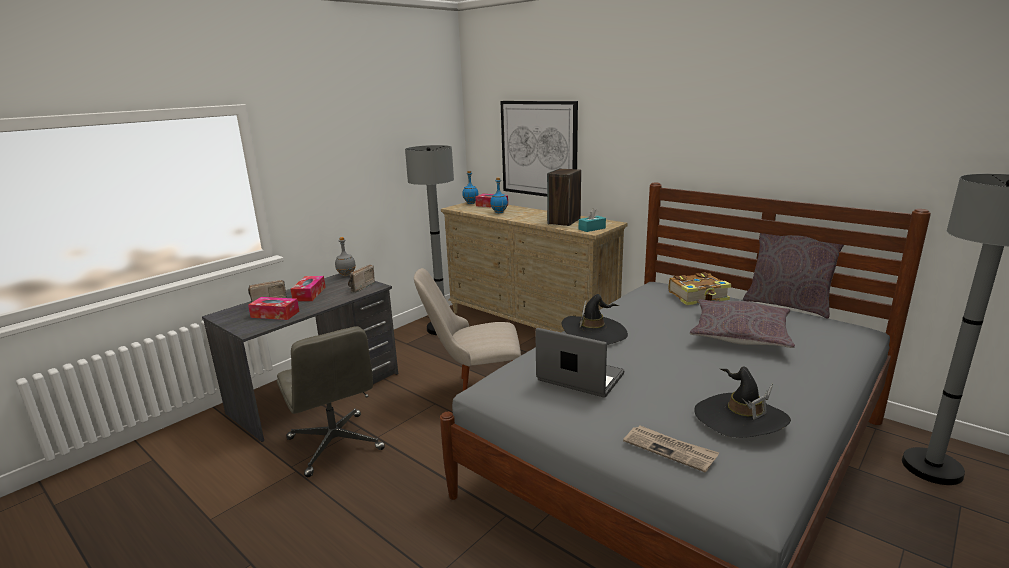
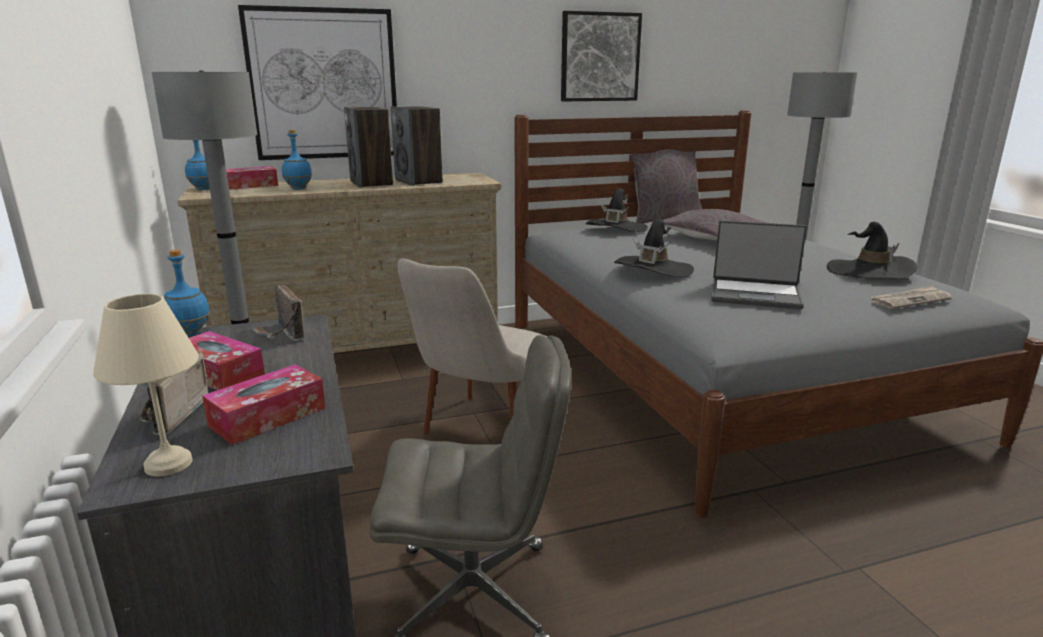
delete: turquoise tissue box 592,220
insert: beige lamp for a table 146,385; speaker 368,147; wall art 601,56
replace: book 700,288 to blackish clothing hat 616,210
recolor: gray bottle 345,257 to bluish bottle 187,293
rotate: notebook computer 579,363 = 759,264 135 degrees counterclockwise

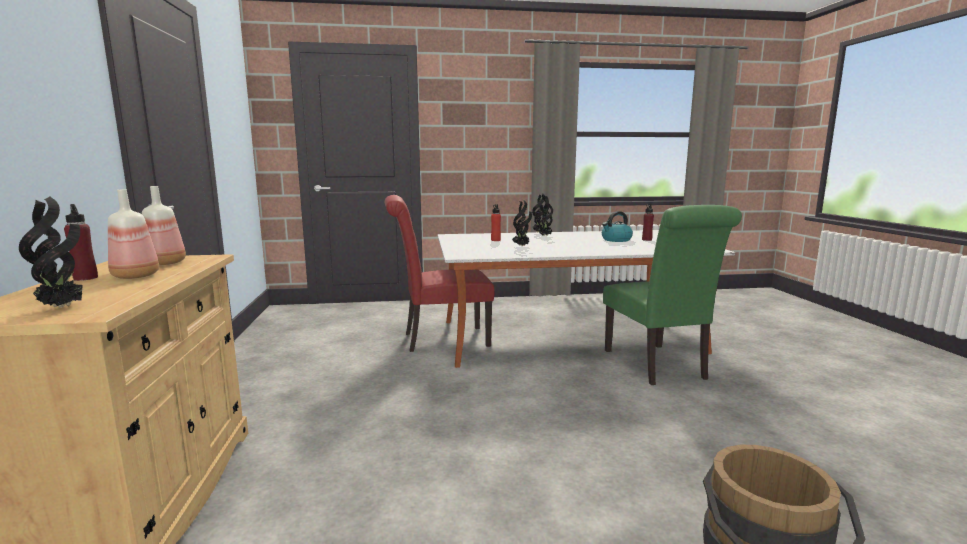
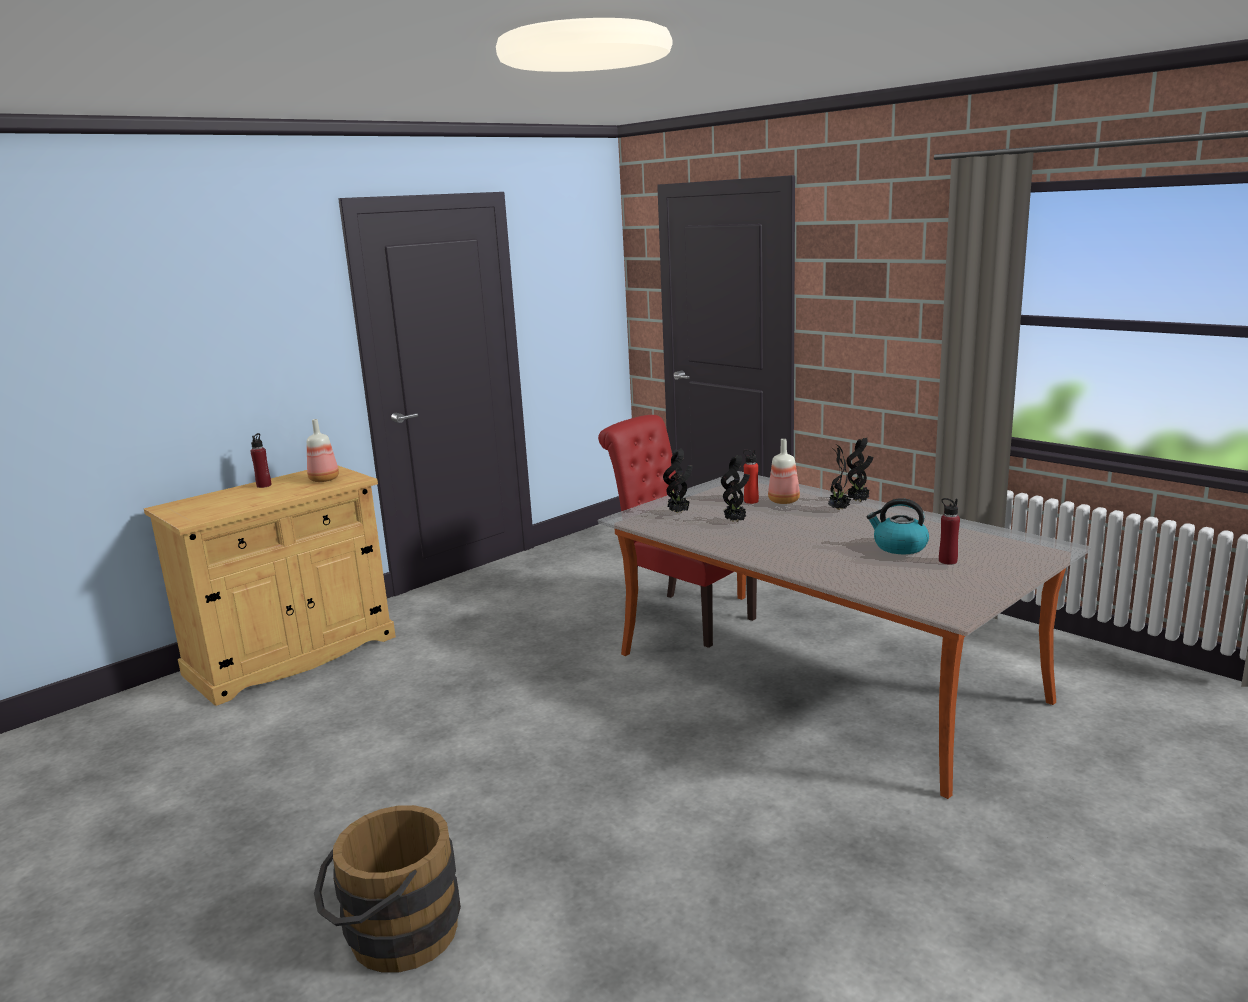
delete: green chair 672,295
move: plant in a pot 51,252 to 677,480; bottle 133,234 to 784,471

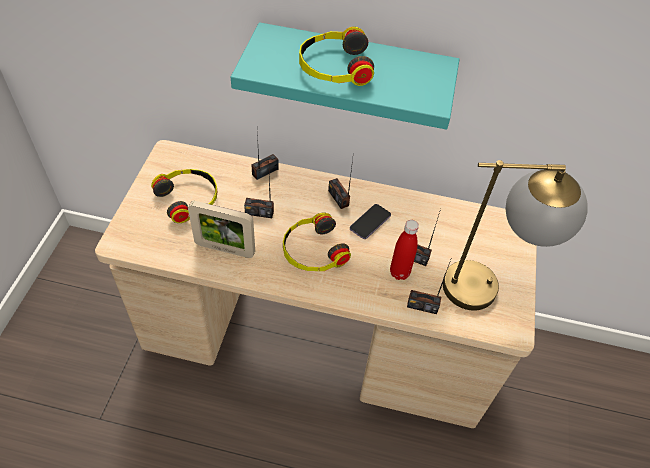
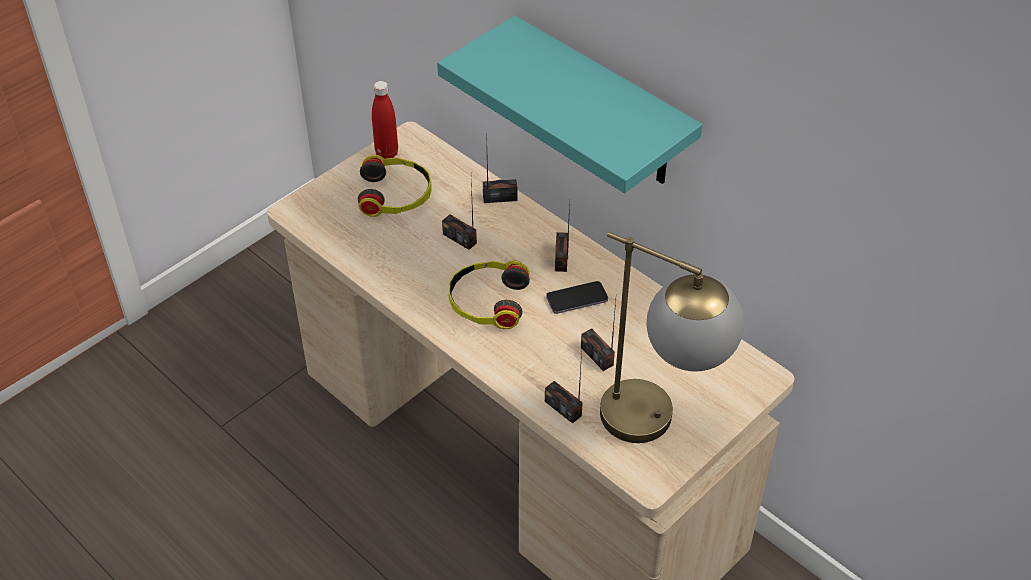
delete: picture frame 221,229; pair of headphones 336,56
move: red bottle 404,250 to 385,120

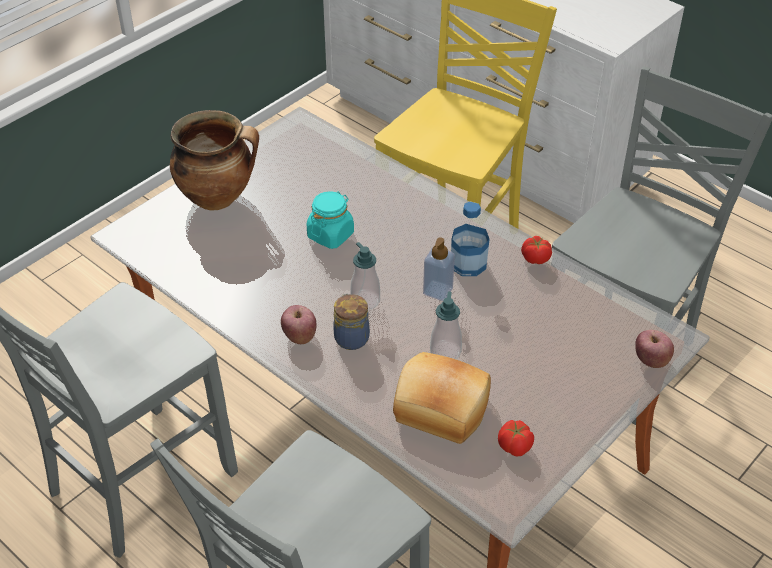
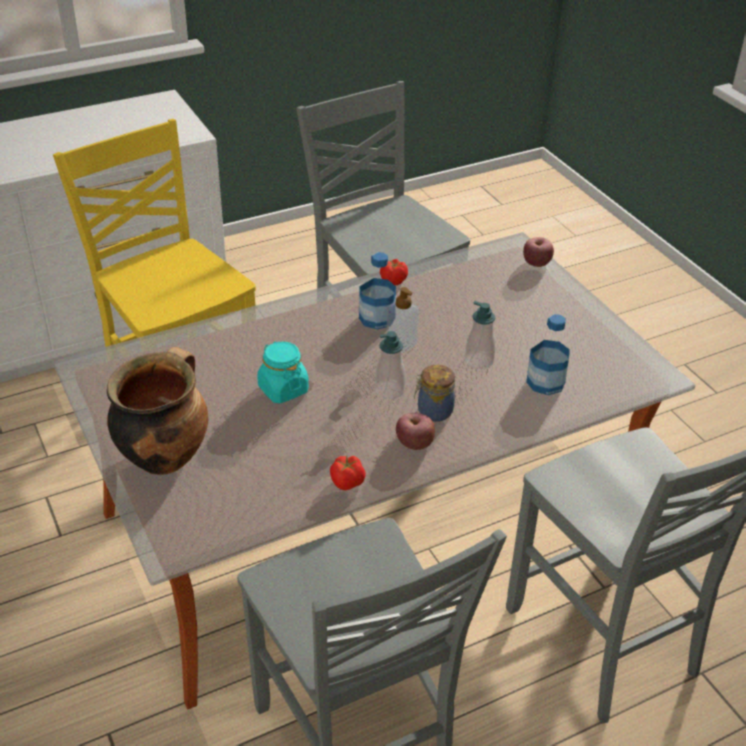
move: tomato 516,438 to 348,472
replace: bakery bread 442,398 to bottle 548,354

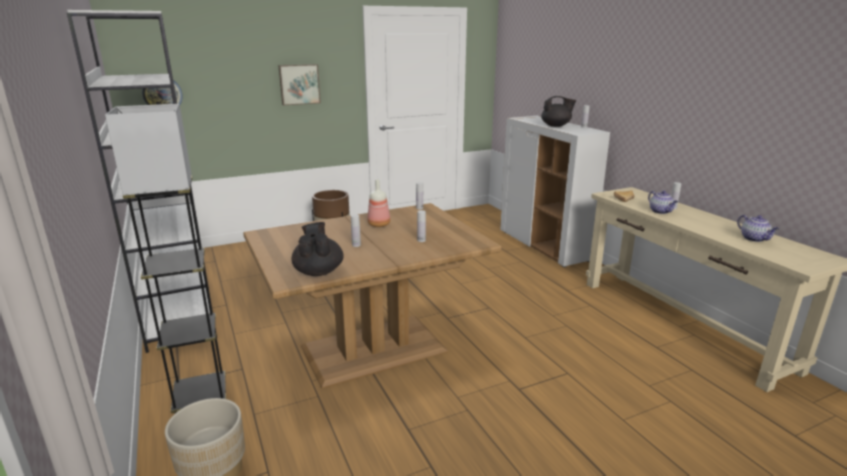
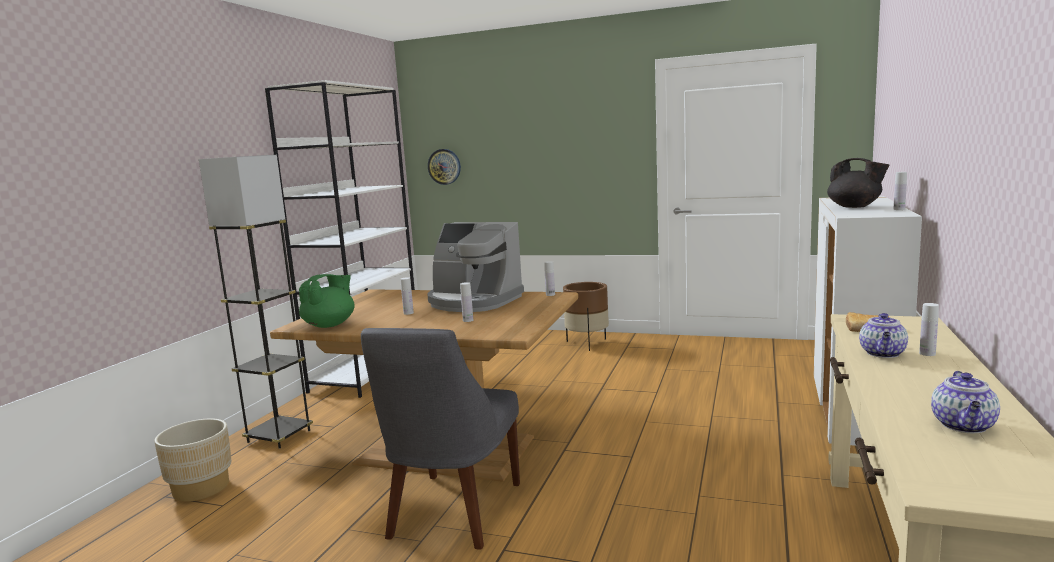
delete: wall art 299,84
insert: gray chair 440,439
replace: bottle 378,203 to coffee machine 475,267
recolor: blackish teapot 317,249 to green teapot 327,301

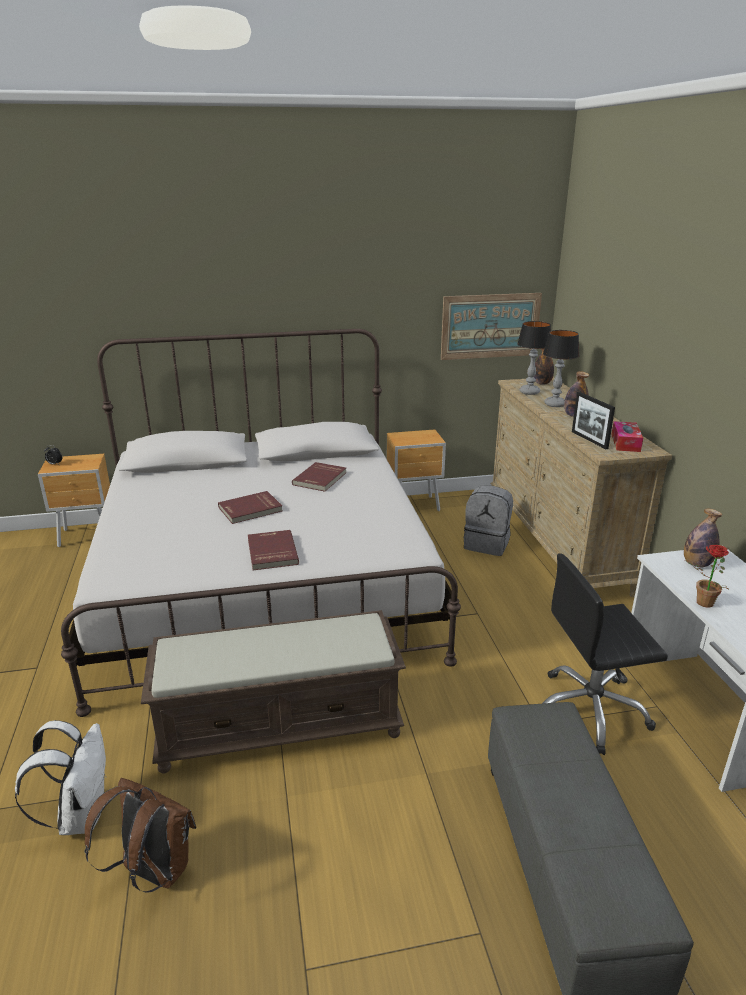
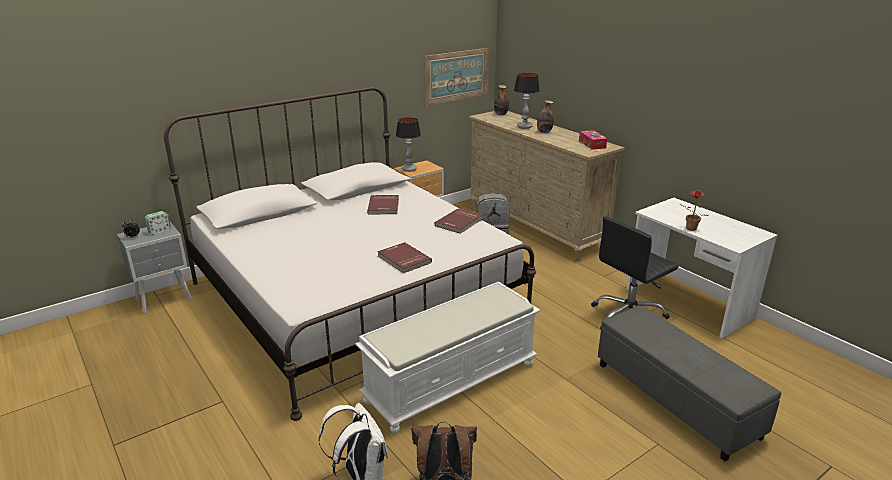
delete: picture frame 593,420; bottle 703,537
insert: bedside clock 158,223
move: lamp for a table 534,358 to 408,144; red book 250,507 to 458,221
recolor: brown nightstand 74,500 to gray nightstand 154,268; brown bench 273,692 to white bench 448,357

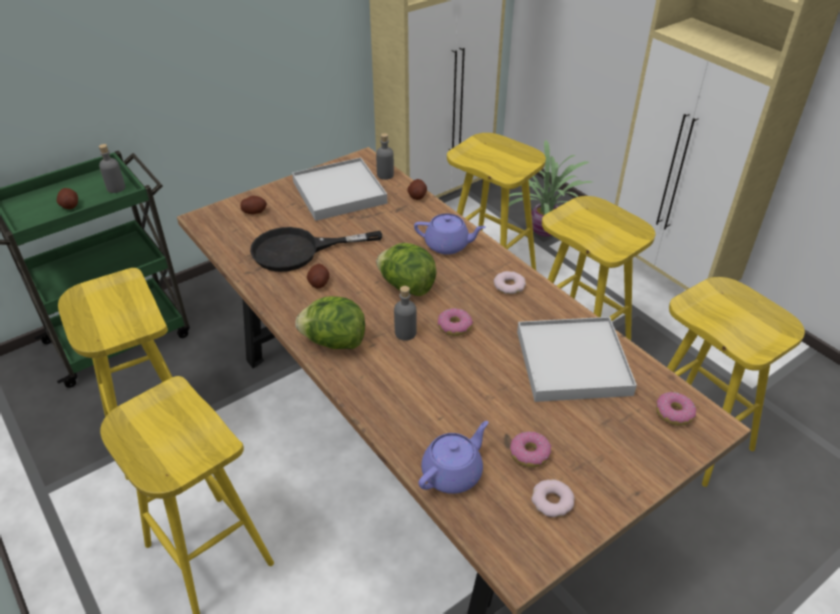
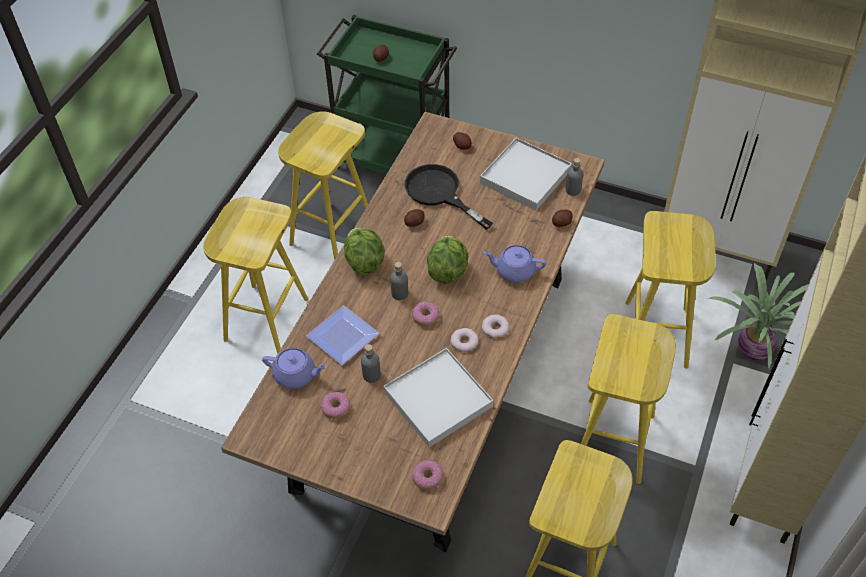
insert: plate 343,335
move: gray bottle 112,168 to 371,363; doughnut 553,498 to 464,340
rotate: purple-coloured teapot 450,234 = 514,264 120 degrees clockwise

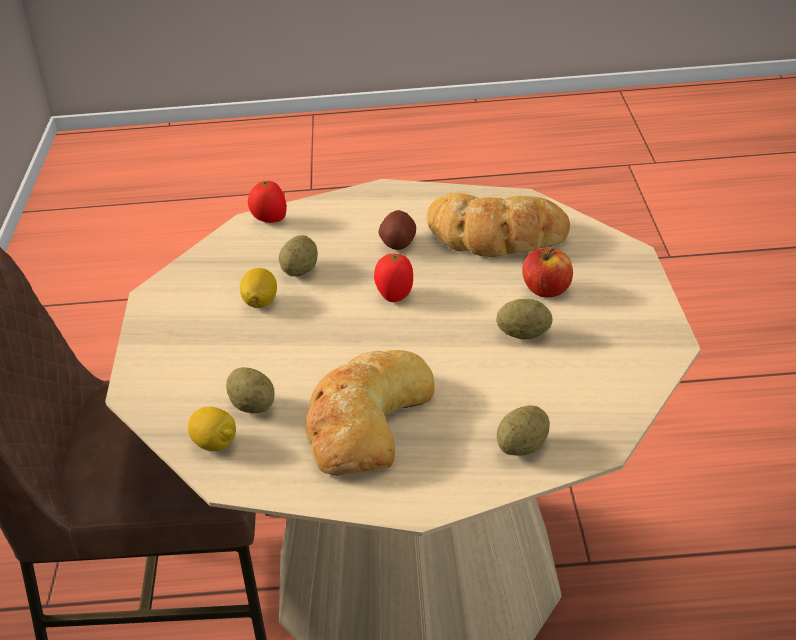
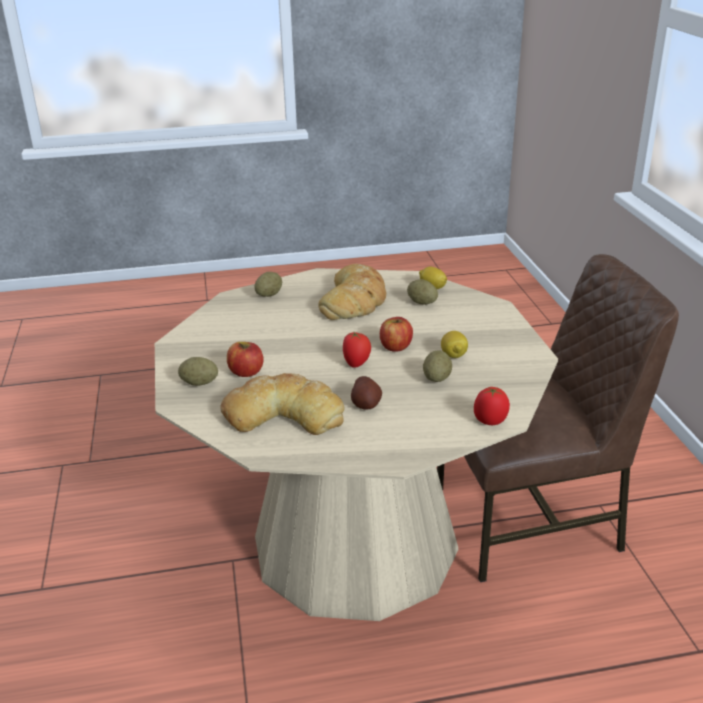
insert: apple 396,334
move: spud 524,319 to 198,371

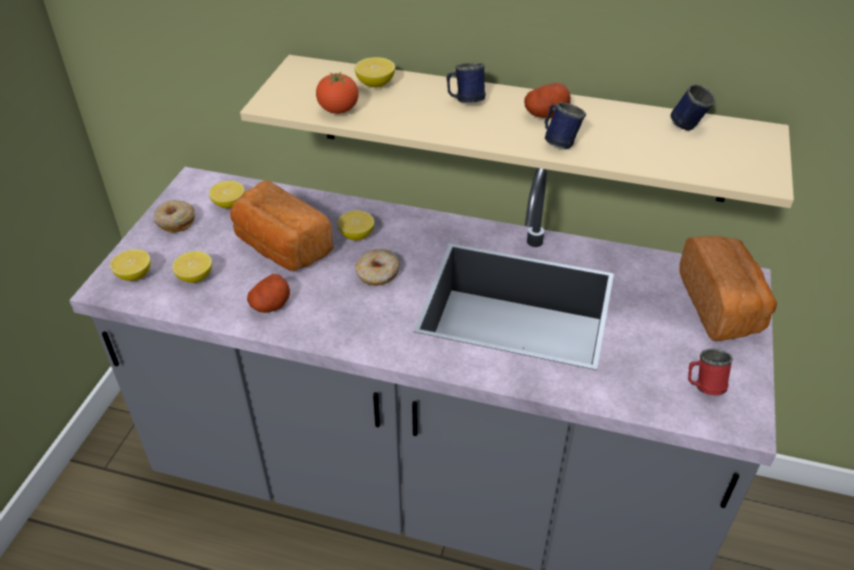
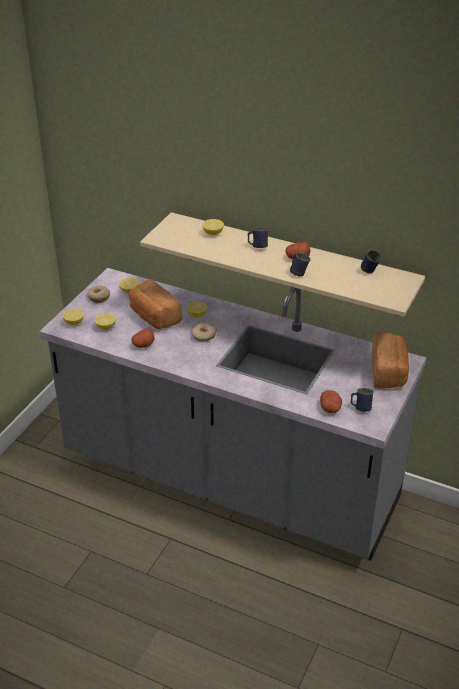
delete: tomato 337,93
insert: spud 331,401
recolor: red coffee mug 710,372 to bluish coffee mug 362,400

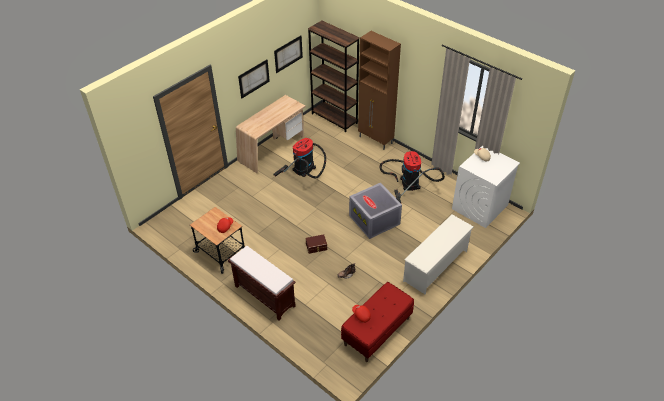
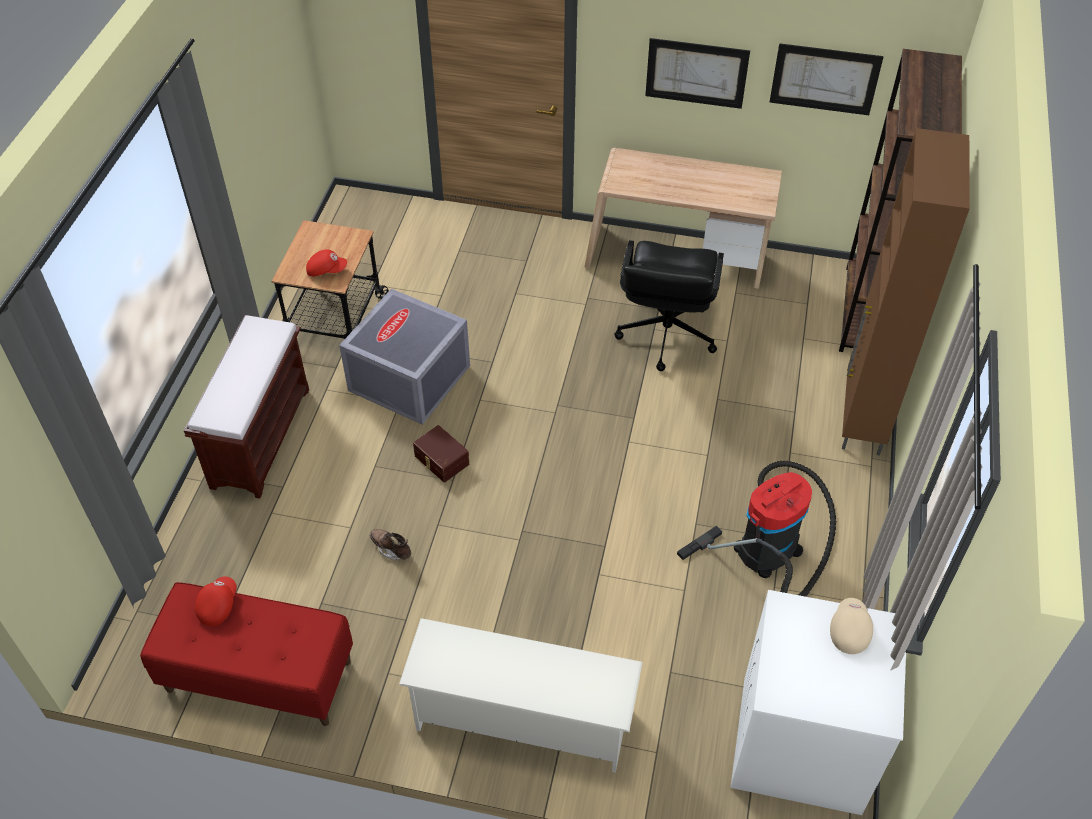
move: gray storage box 375,211 to 404,357
replace: vacuum cleaner 300,158 to blackish computer chair 669,305

